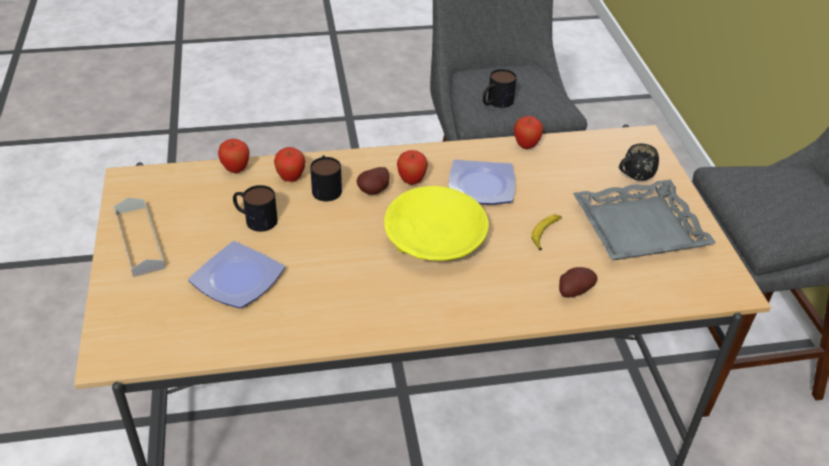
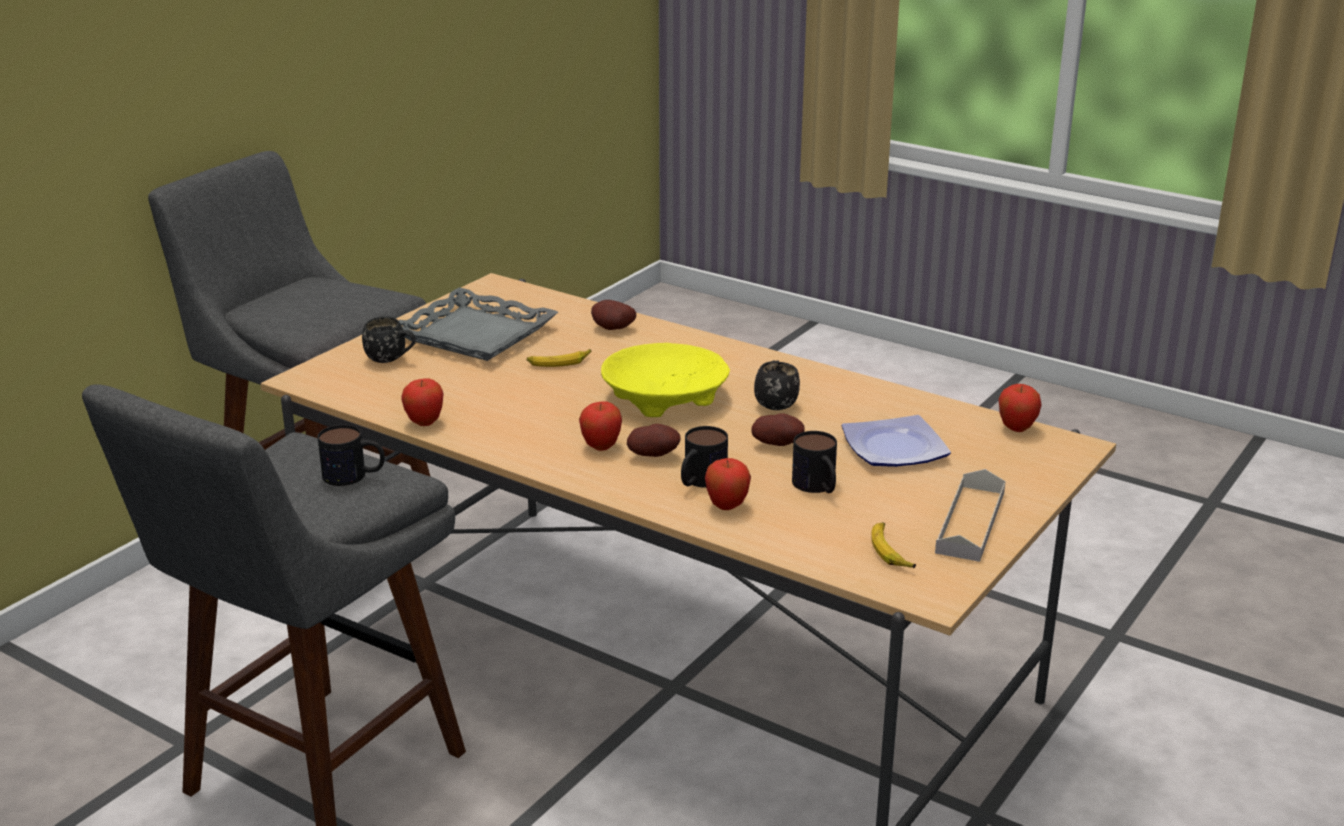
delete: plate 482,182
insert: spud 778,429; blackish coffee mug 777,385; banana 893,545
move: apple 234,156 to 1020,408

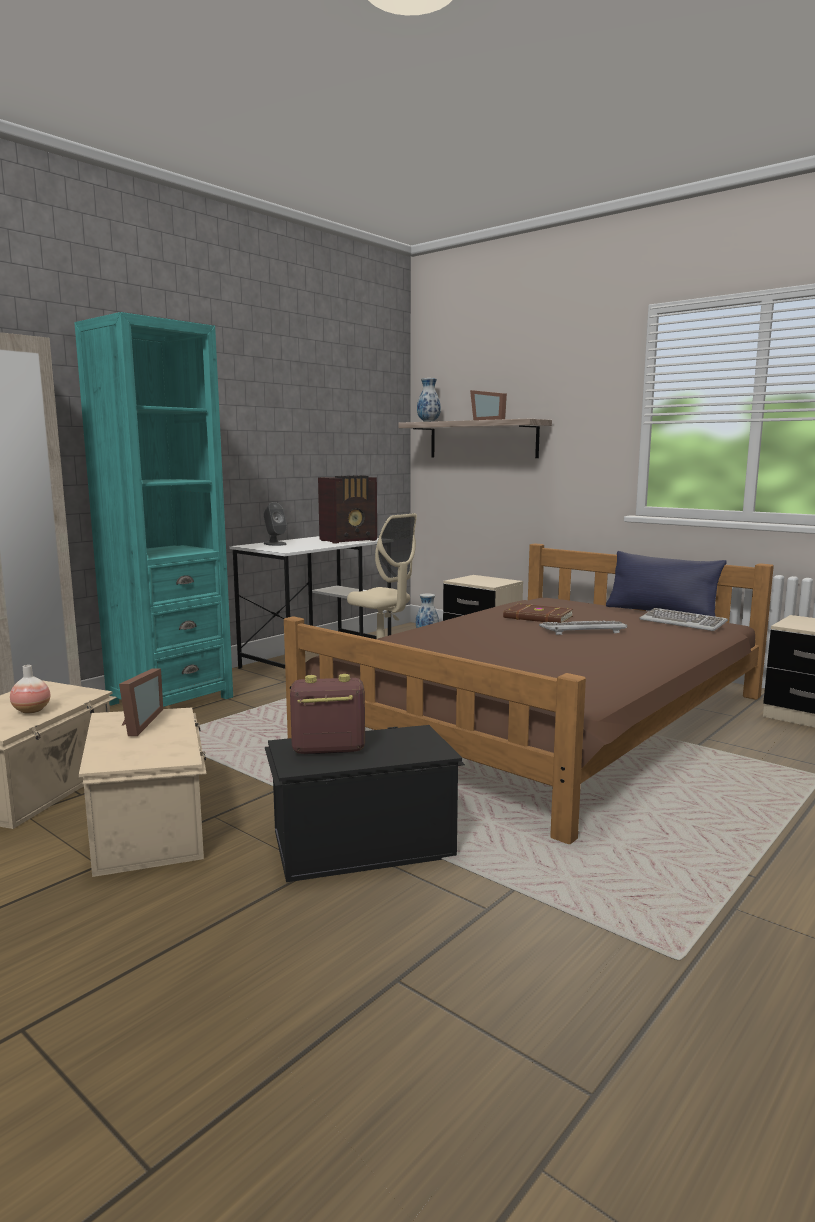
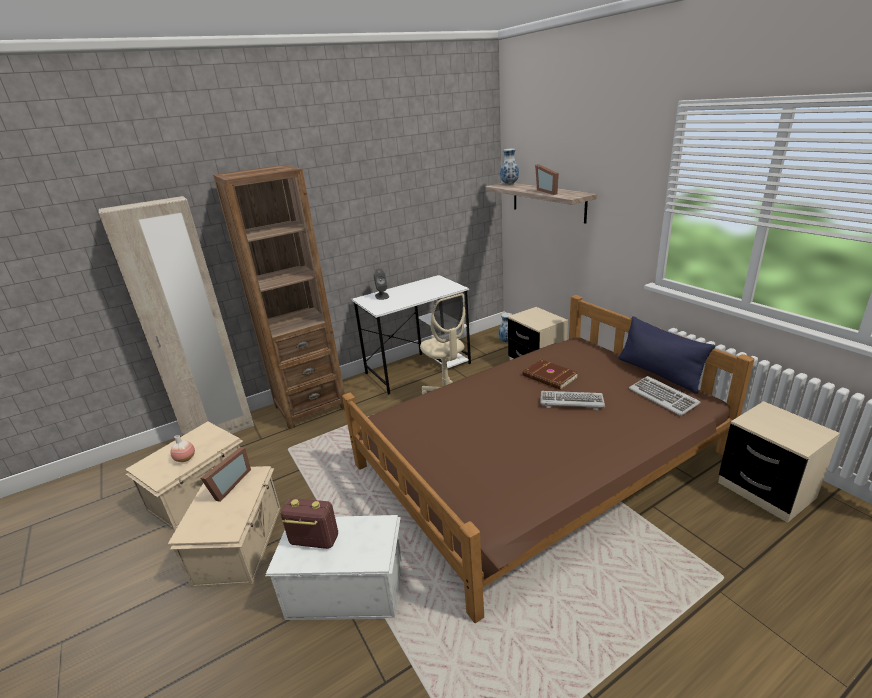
delete: radio receiver 347,509
recolor: turquoise bookshelf 153,509 to brown bookshelf 279,297; blackish storage box 365,803 to white storage box 334,567

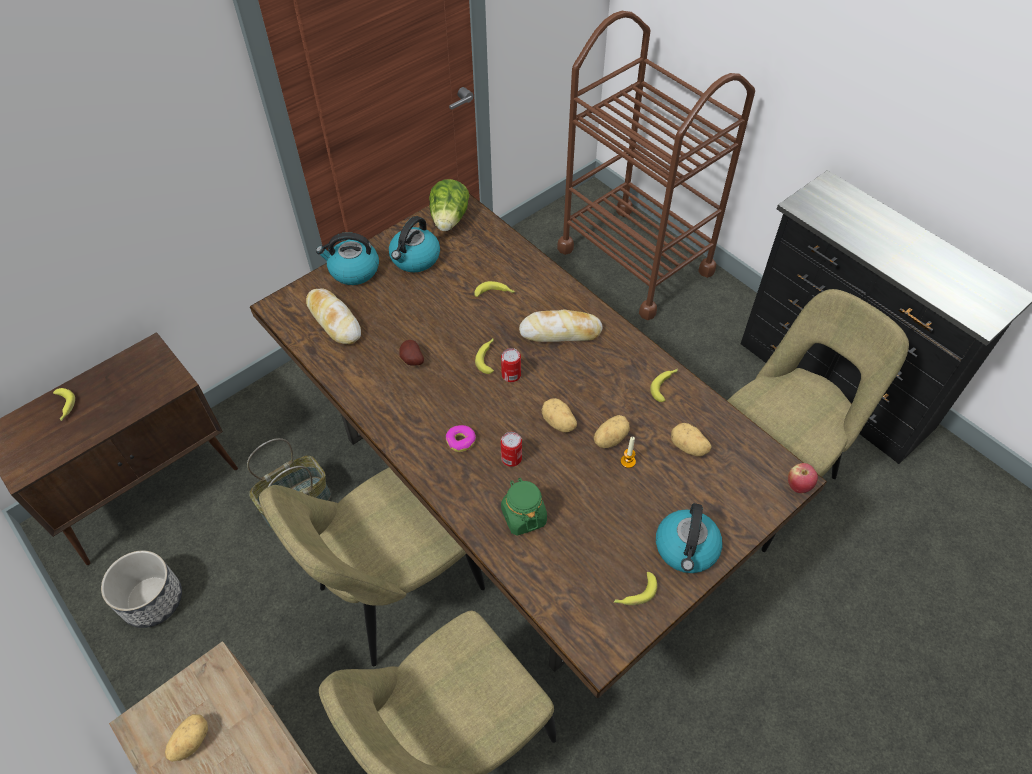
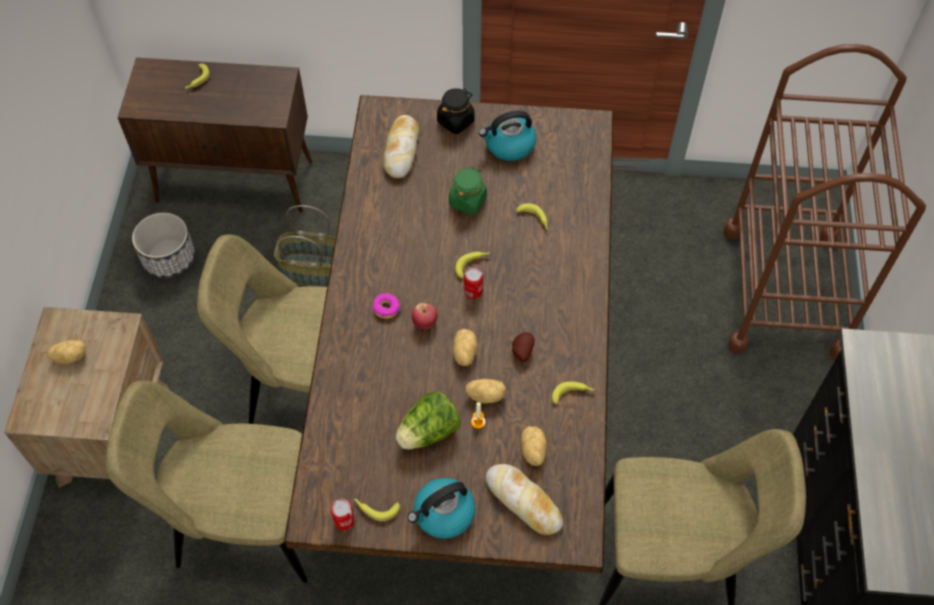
move: can 511,449 to 343,514; head of lettuce 449,205 to 428,420; apple 803,478 to 425,316; green jar 524,507 to 468,191; bakery bread 561,326 to 524,499; spud 411,353 to 523,347
replace: water kettle 347,258 to blackish jar 456,111

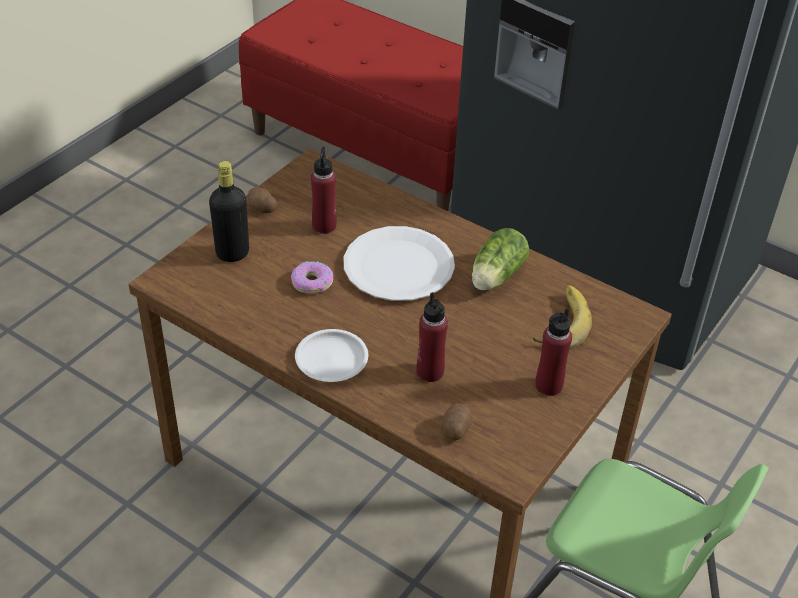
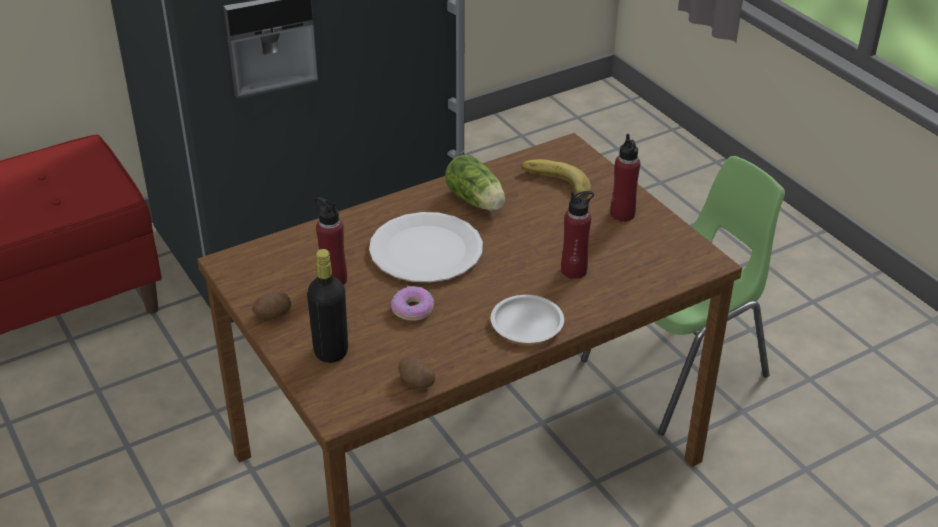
move: spud 457,421 to 416,373

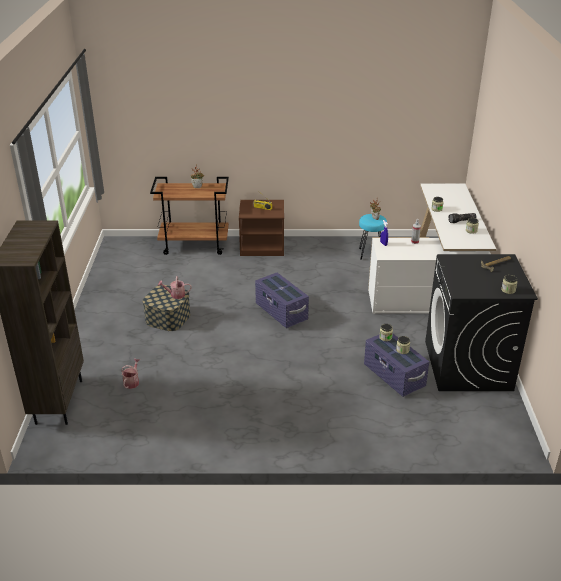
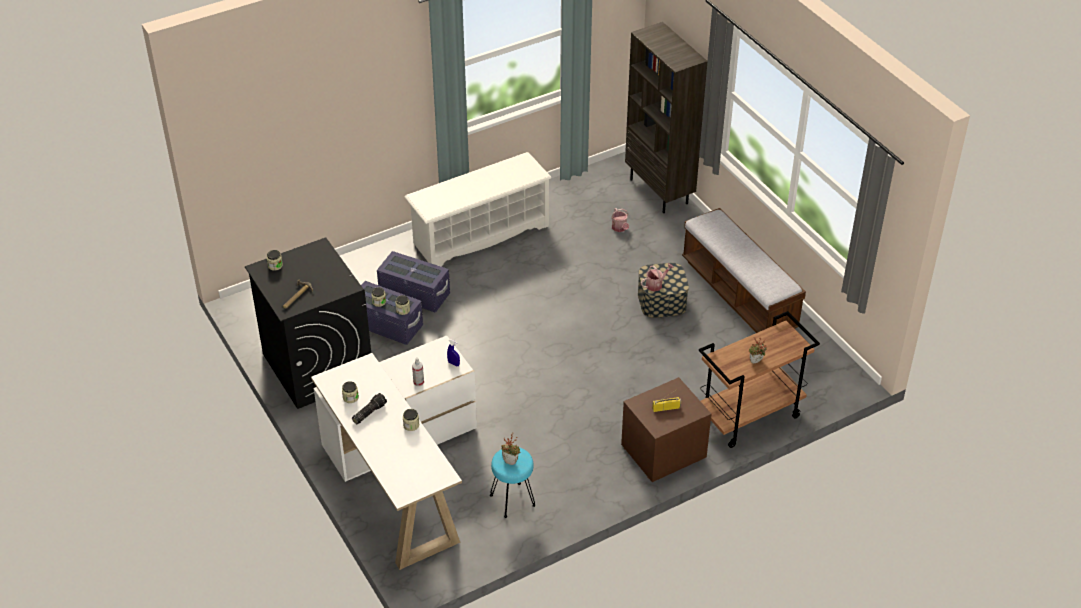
insert: white shoe stand 478,209; bench 744,270
move: purple-coloured storage box 282,300 to 413,281

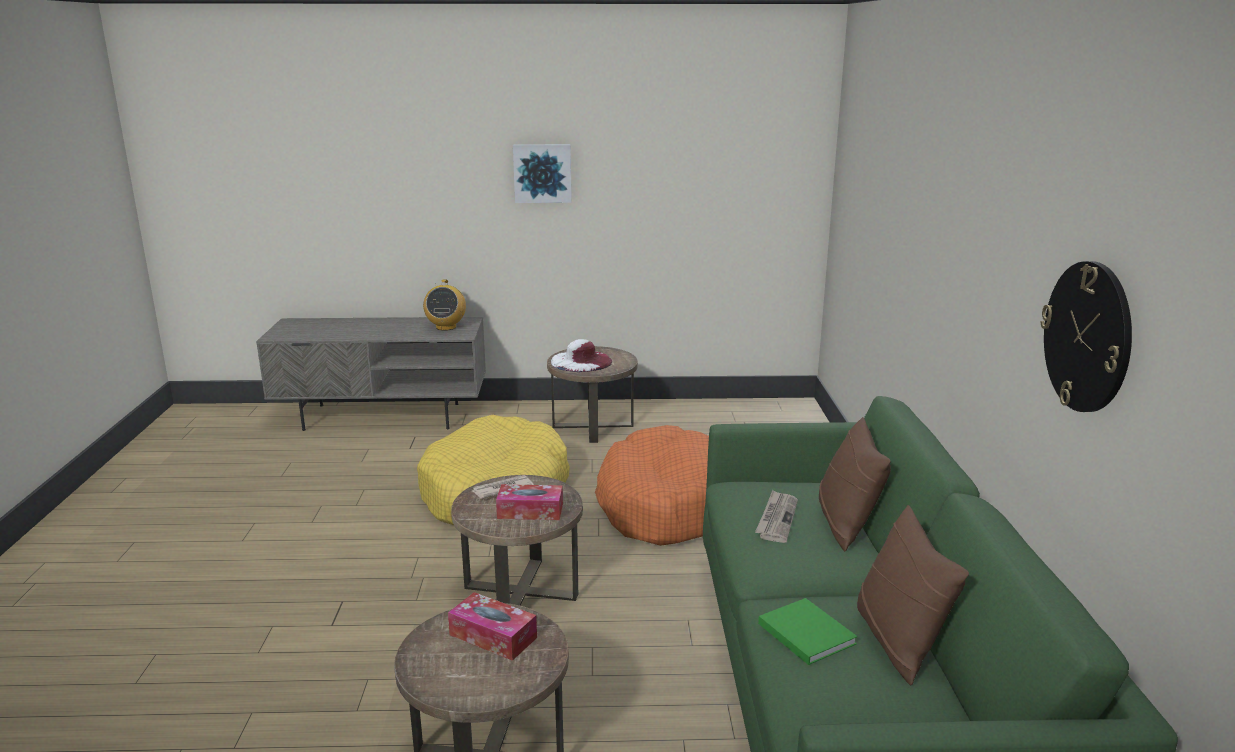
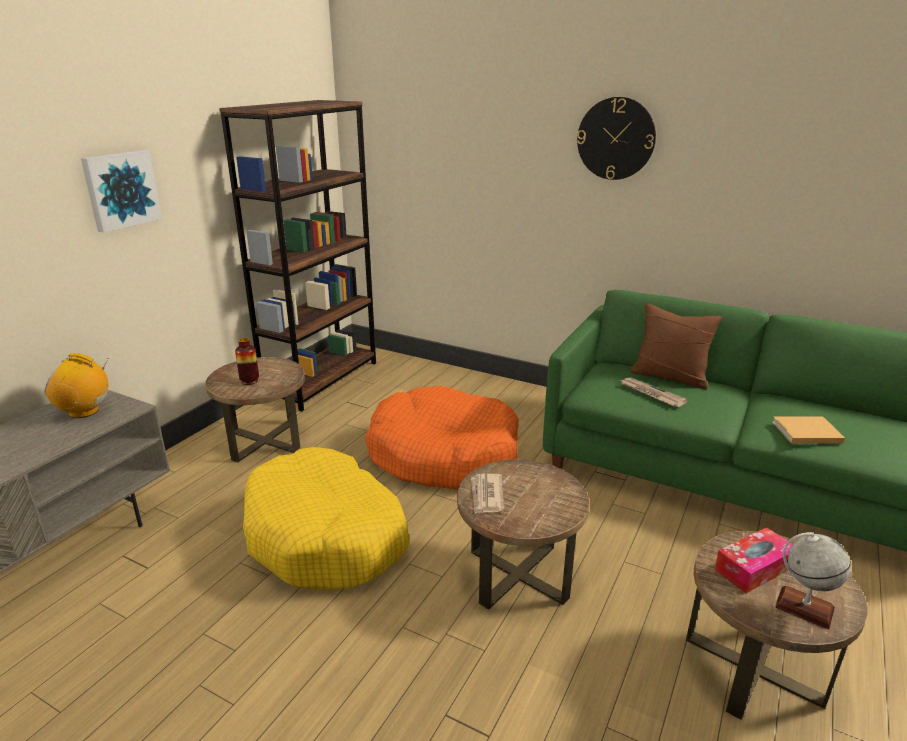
delete: tissue box 529,502; brown pillow 913,595
insert: brown bookshelf 297,255; globe 813,580
move: clock on the wall 1086,336 to 616,138
replace: white clothing hat 581,355 to vase 247,361
recolor: green book 808,631 to beige book 808,430
rotate: radio receiver 444,305 = 77,385 150 degrees clockwise

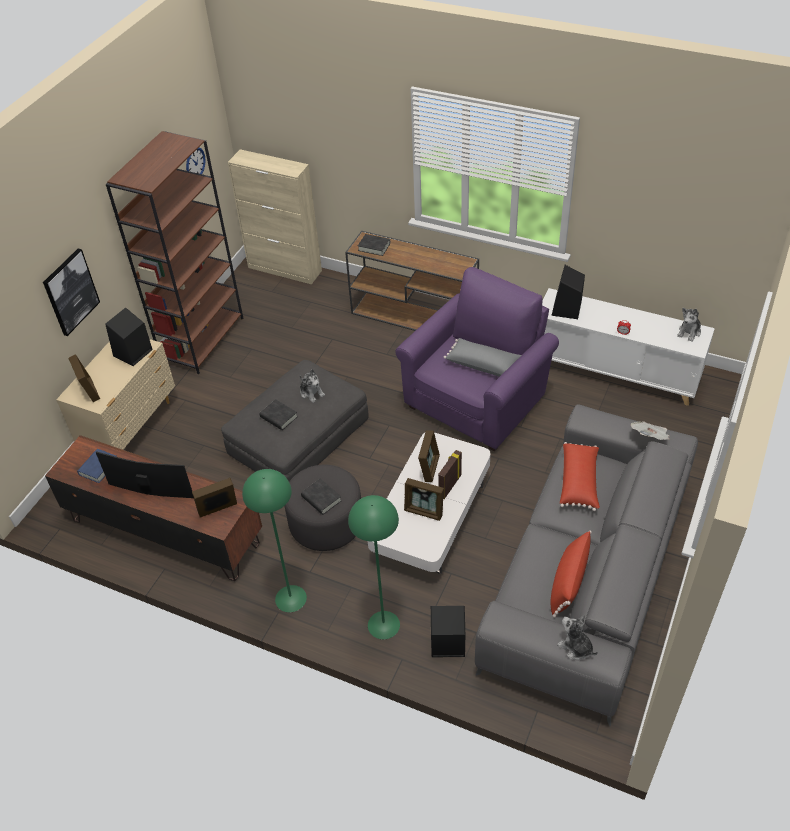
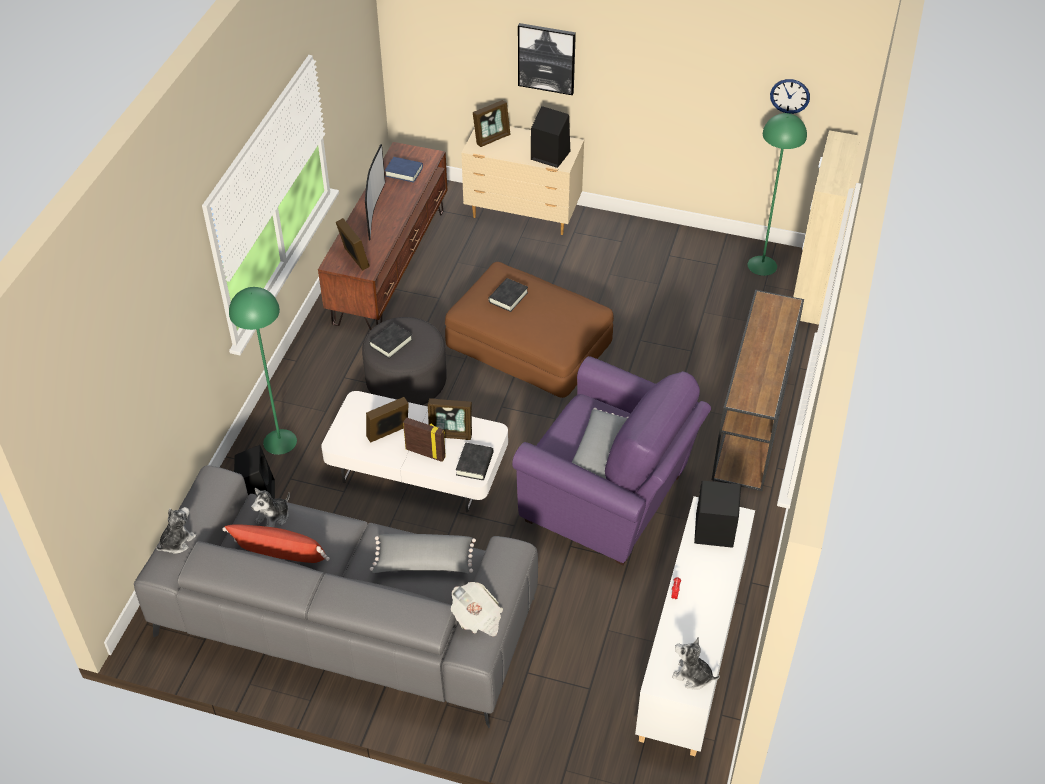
delete: brown bookshelf 174,252
move: soft toy 312,386 to 270,507; blackish book 374,245 to 474,461; green standard lamp 274,540 to 777,194
recolor: red pillow 580,476 to gray pillow 423,554; gray ottoman 295,420 to brown ottoman 529,330
rotate: picture frame 424,499 = 387,420 45 degrees clockwise

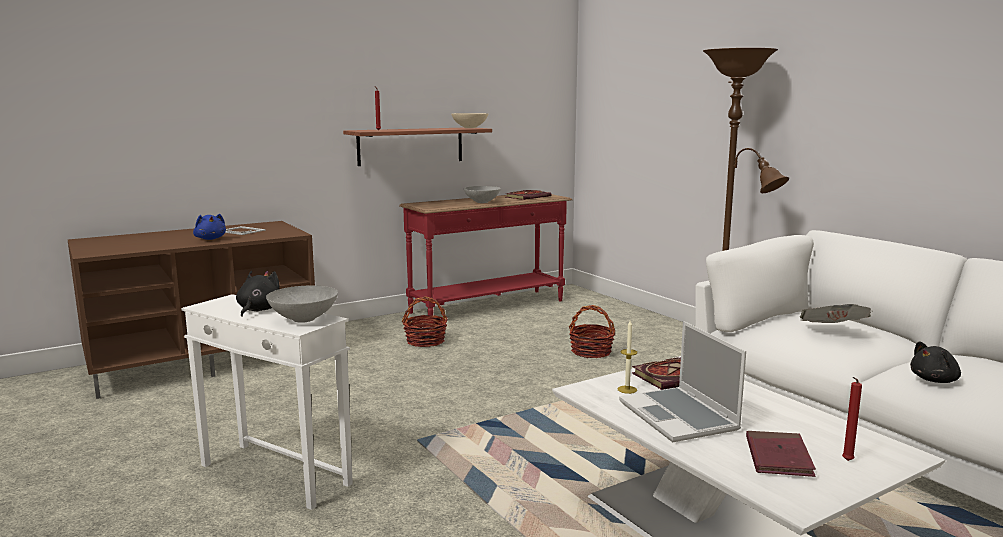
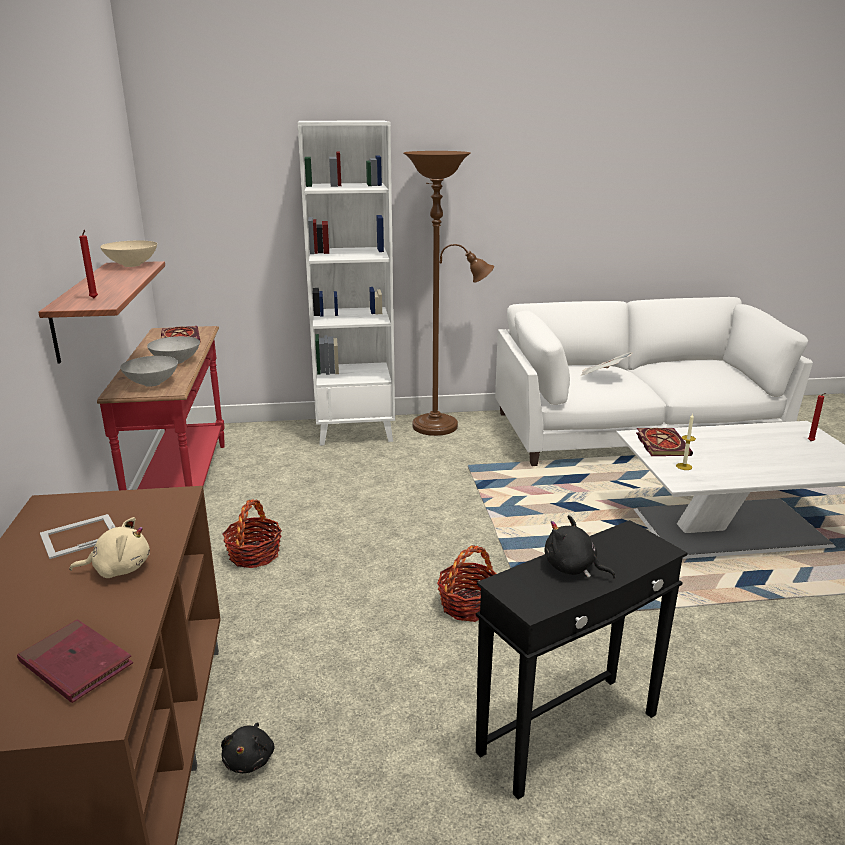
delete: notebook computer 682,381
insert: white bookshelf 346,283
move: red book 781,454 to 75,661; gray bowl 302,304 to 149,371; blackish soft toy 935,362 to 248,747; storage basket 592,331 to 466,583
recolor: bluish soft toy 209,227 to beige soft toy 109,547; white accent table 267,402 to blackish accent table 581,659

